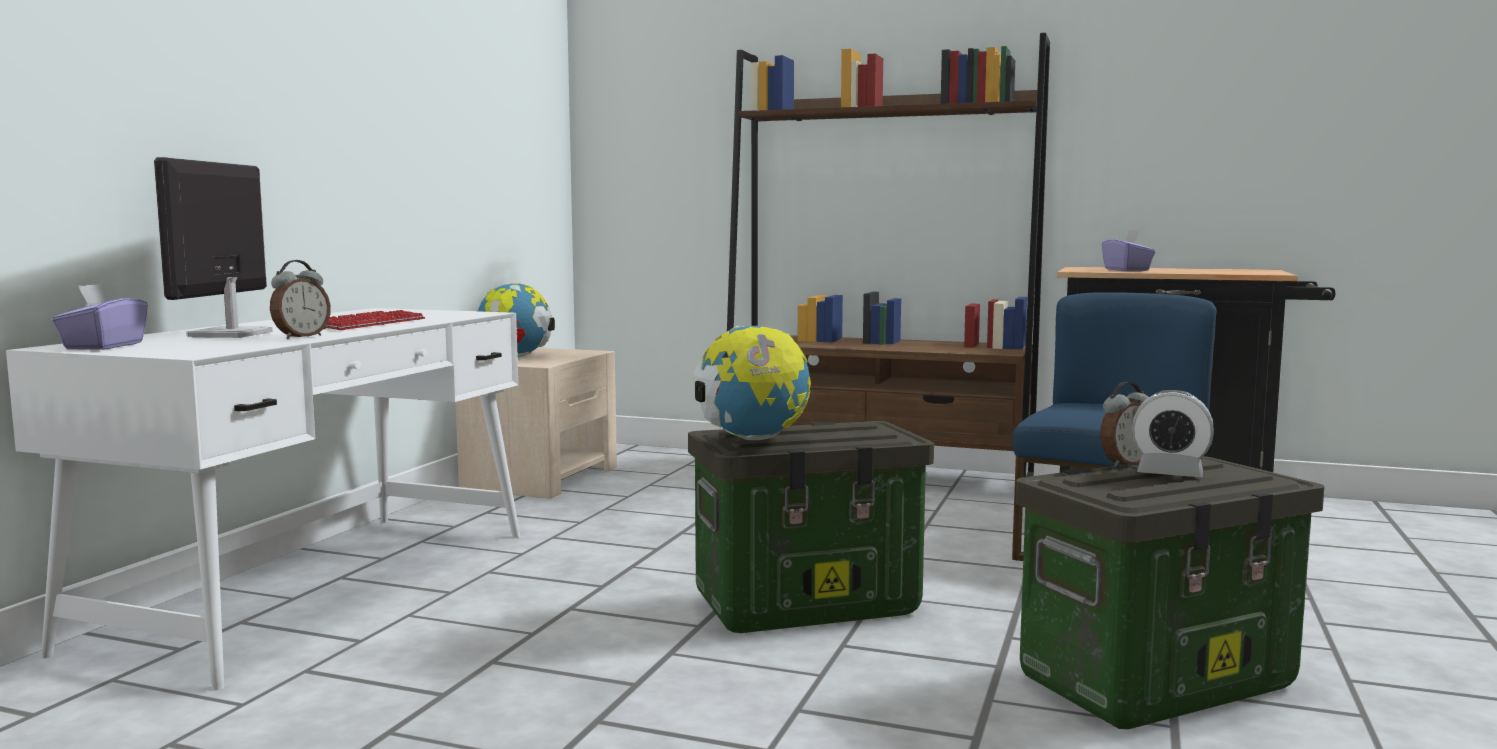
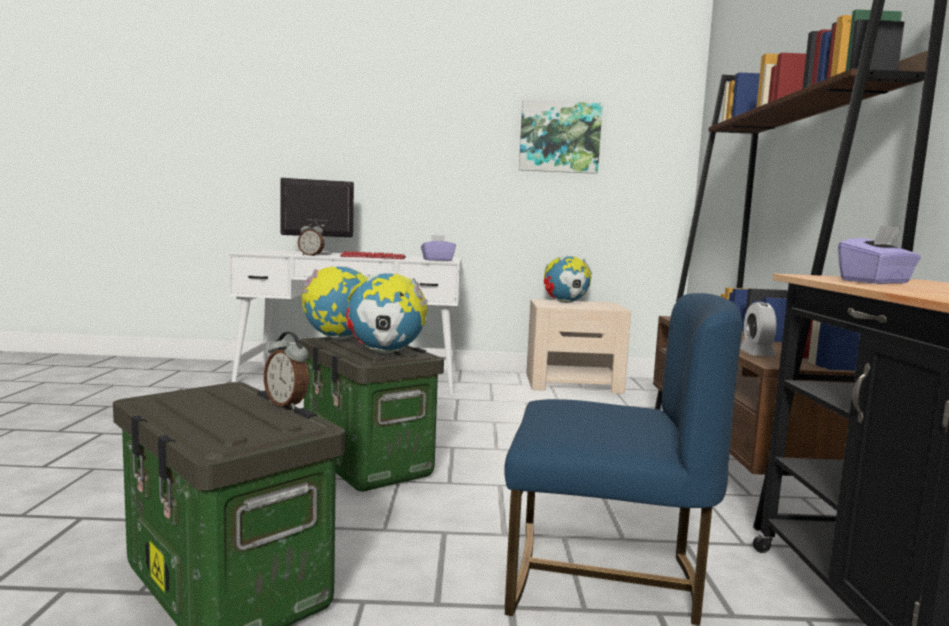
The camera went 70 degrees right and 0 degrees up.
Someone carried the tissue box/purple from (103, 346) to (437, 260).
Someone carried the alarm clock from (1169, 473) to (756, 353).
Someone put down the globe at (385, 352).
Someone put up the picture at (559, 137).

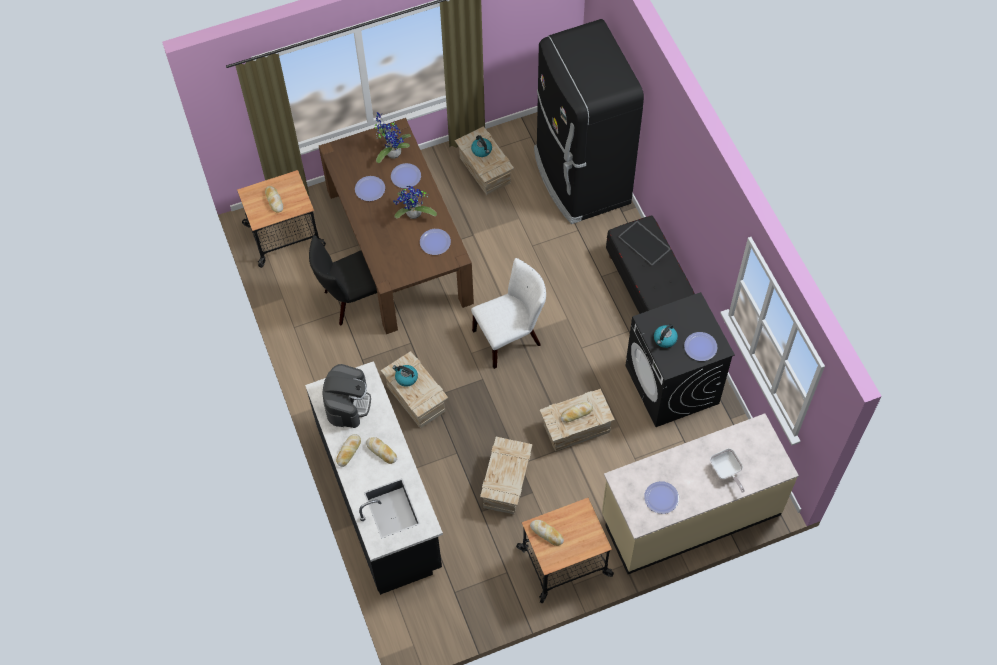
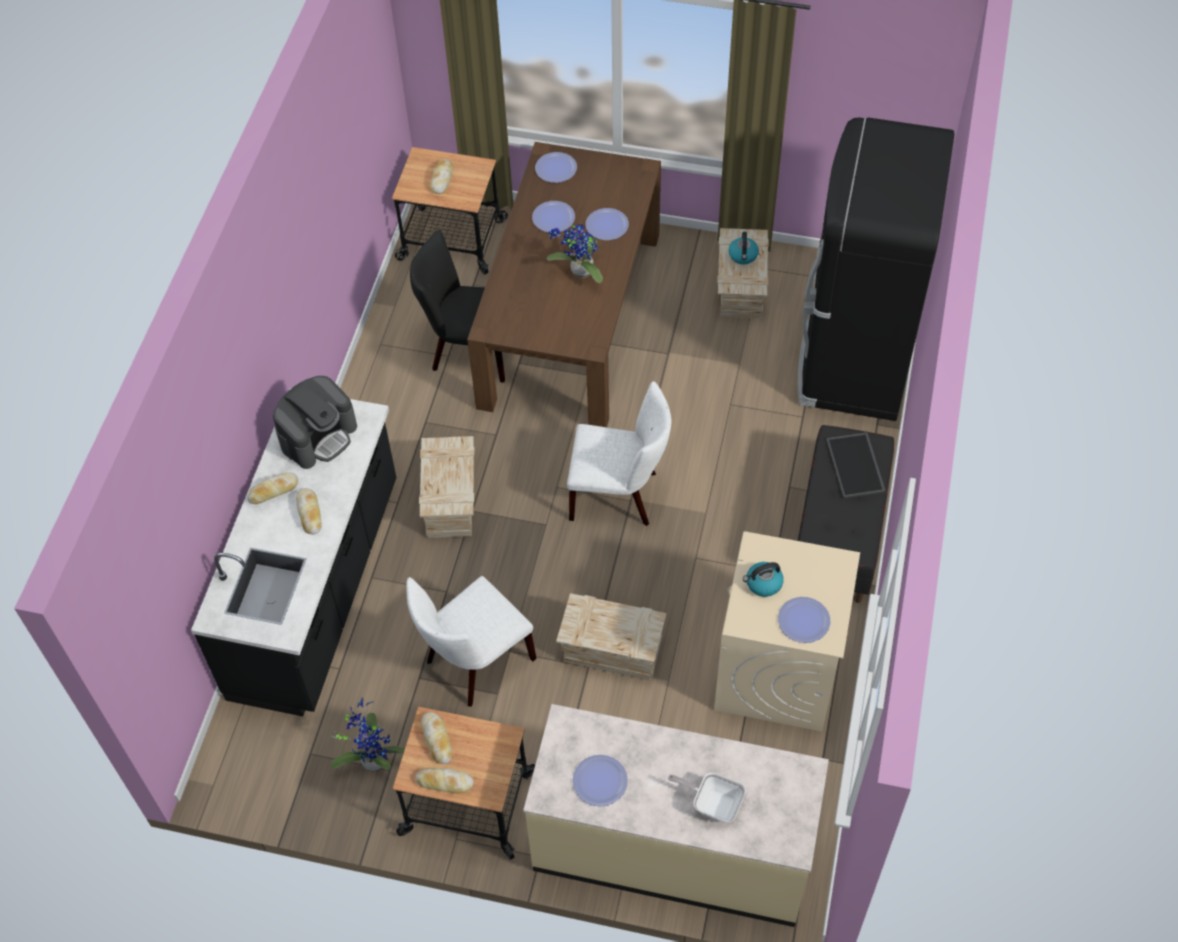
The camera went 35 degrees right and 5 degrees down.
Someone carried the potted plant from (391, 152) to (372, 758).
Someone took away the kettle at (406, 378).
Someone carried the plate from (435, 242) to (556, 168).
Someone swapped the crate at (506, 483) for the chair/white at (474, 663).
Someone carried the bread from (576, 413) to (444, 782).
Someone repainted the washing machine/black at (672, 385), which became the washing machine/beige at (777, 671).
Someone rotated the frying pan at (726, 472) by 105 degrees clockwise.

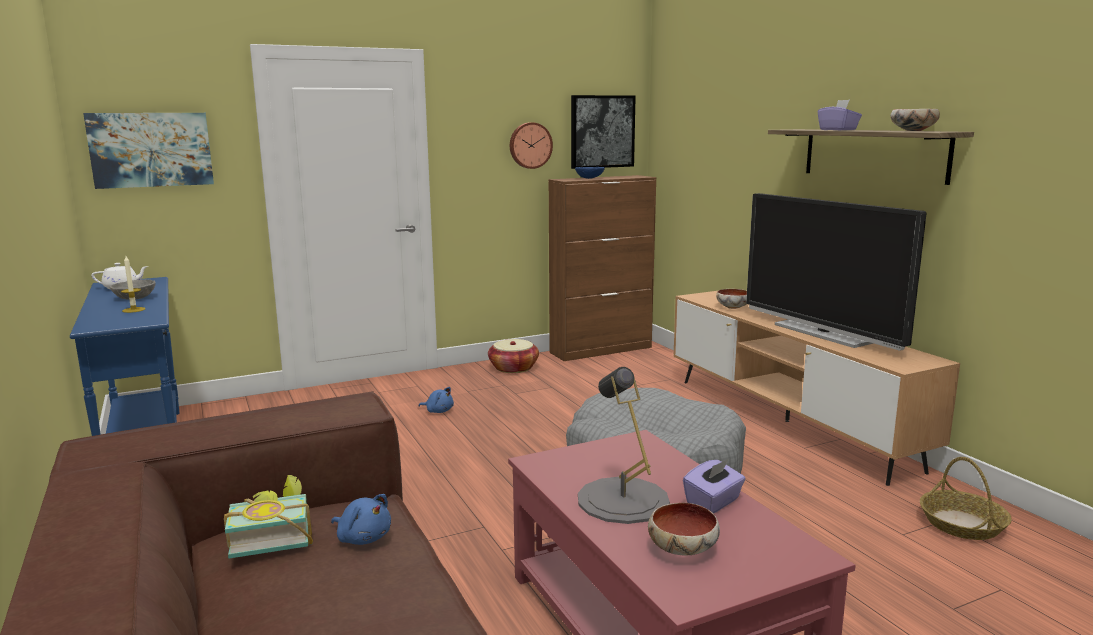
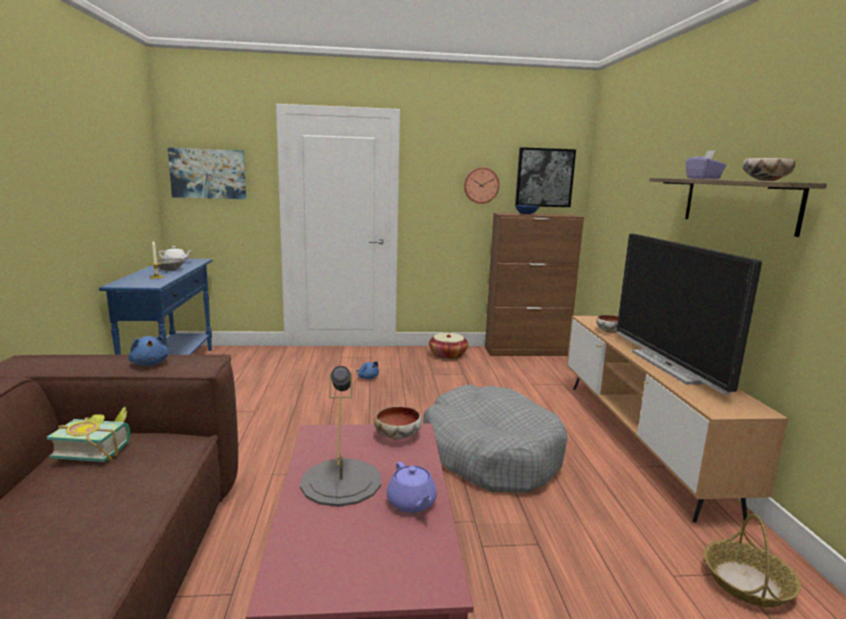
The camera went 20 degrees right and 0 degrees up.
Someone carried the plush toy/blue from (363, 538) to (150, 363).
Someone carried the bowl from (682, 548) to (398, 435).
Someone swapped the tissue box/purple at (713, 502) for the teapot/purple at (412, 503).

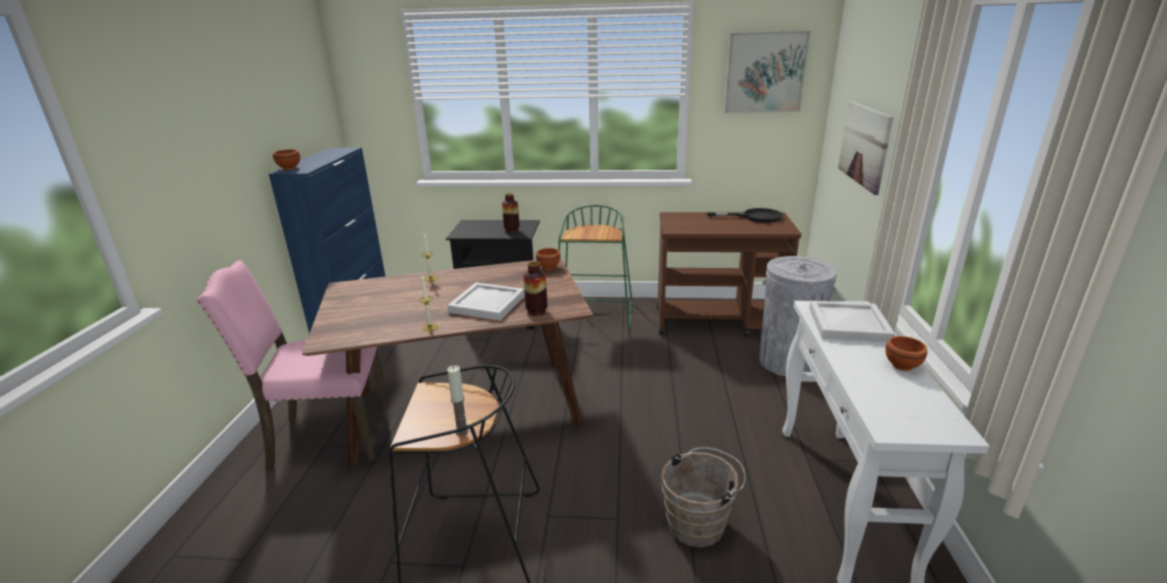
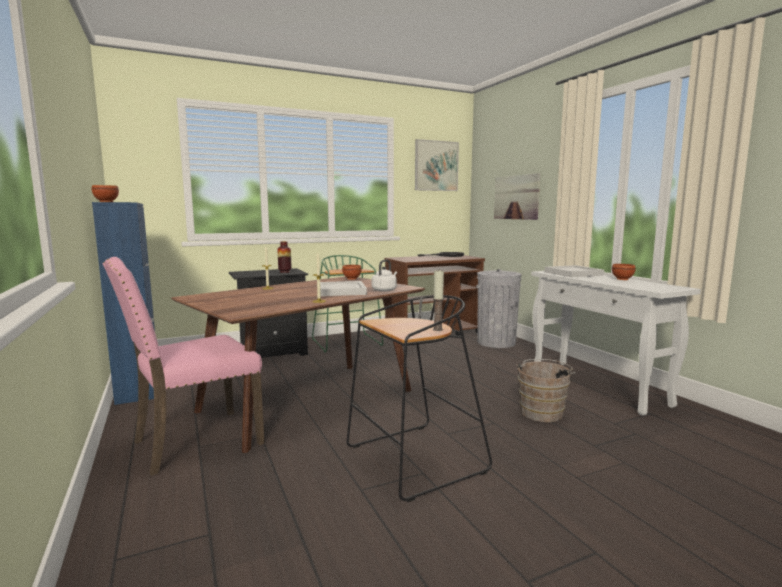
The camera went 30 degrees left and 15 degrees down.
Someone swapped the vase at (536, 311) for the kettle/white at (385, 290).

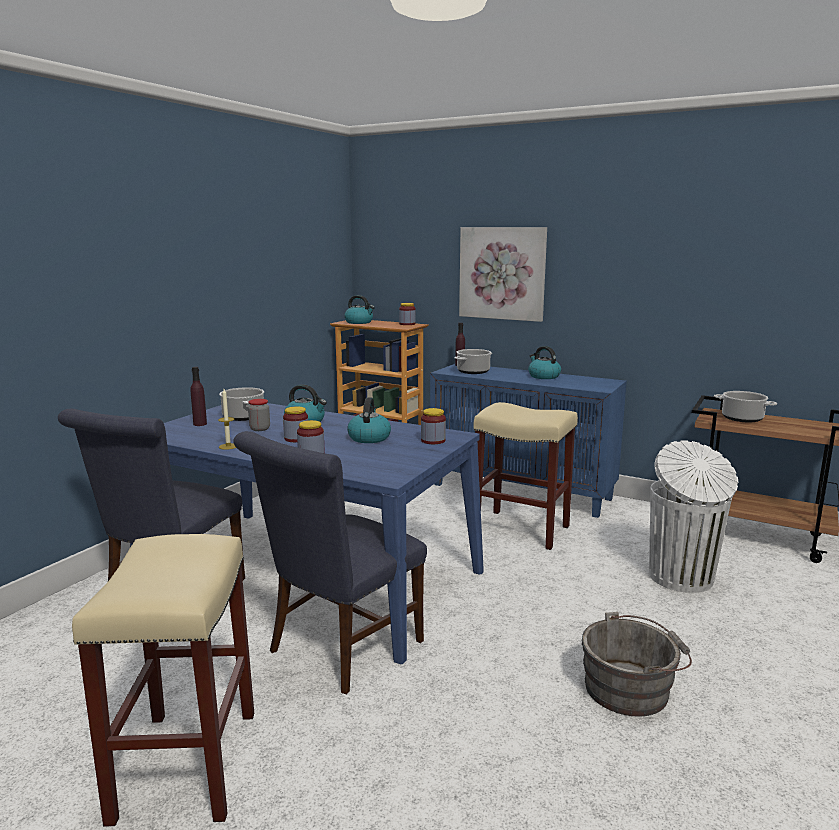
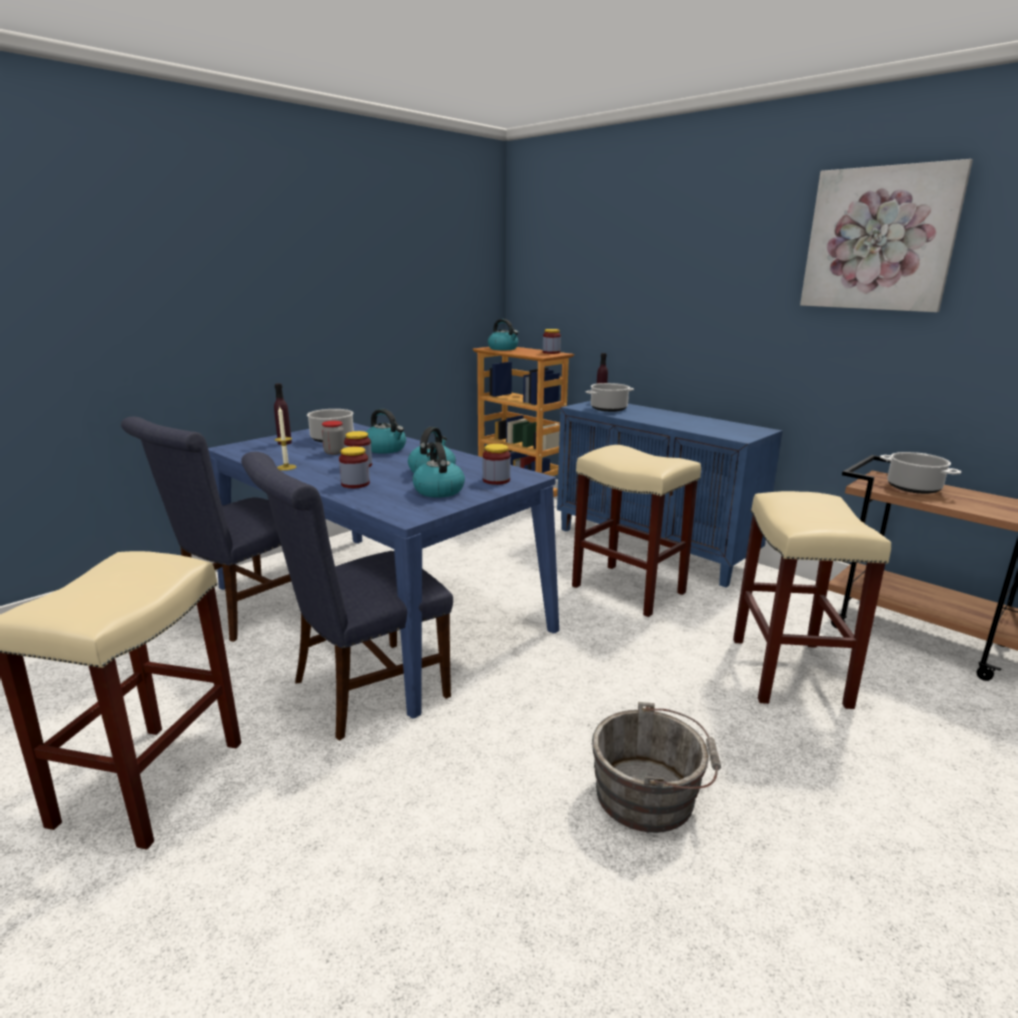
The camera went 15 degrees right and 5 degrees up.
Someone carried the picture from (502, 273) to (880, 239).
Someone carried the kettle from (543, 376) to (438, 490).
Someone swapped the trash can/white at (682, 578) for the stool/beige at (790, 673).

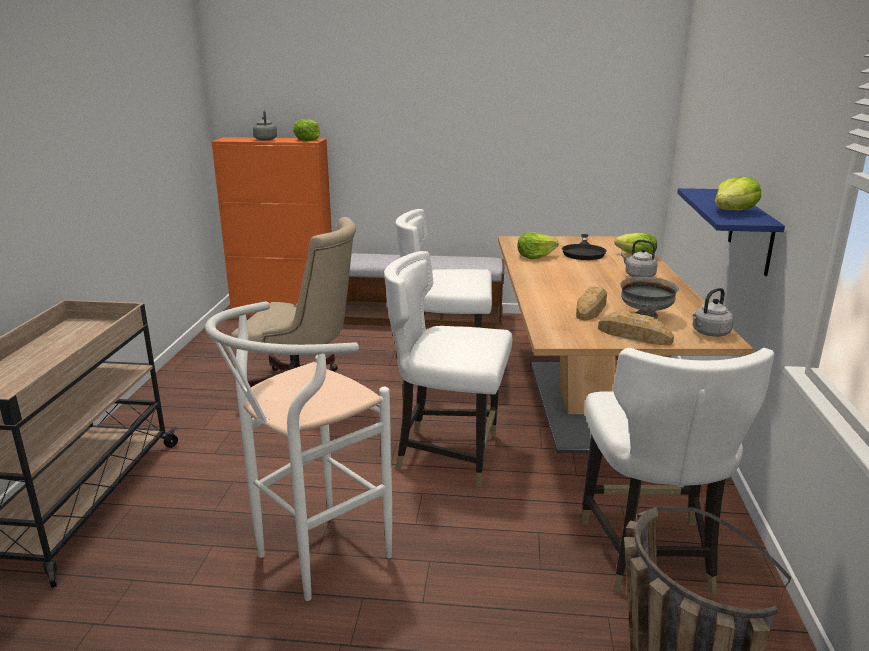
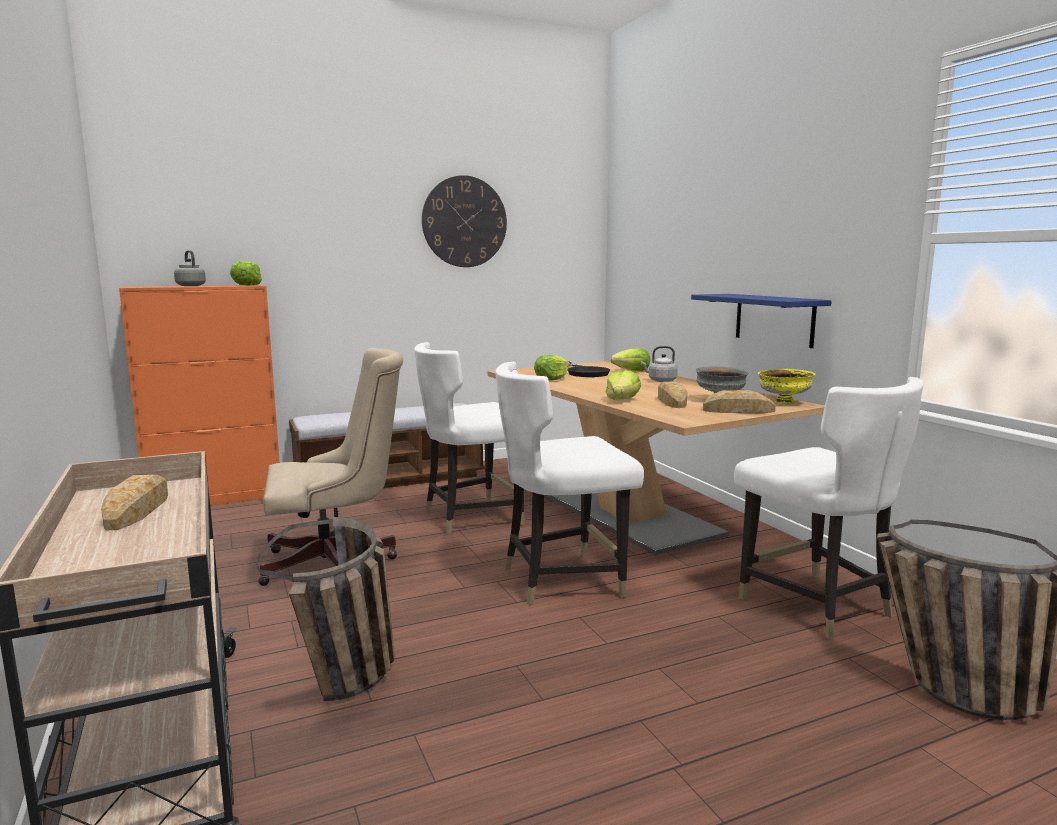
The camera went 30 degrees left and 10 degrees down.
Someone took away the stool/white at (311, 560).
Someone swapped the kettle/grey at (709, 333) for the bowl/yellow at (784, 403).
Someone carried the lettuce from (733, 211) to (622, 400).
Someone put down the bread at (136, 510).
Someone put down the basket at (348, 684).
Someone put up the wall clock at (464, 222).

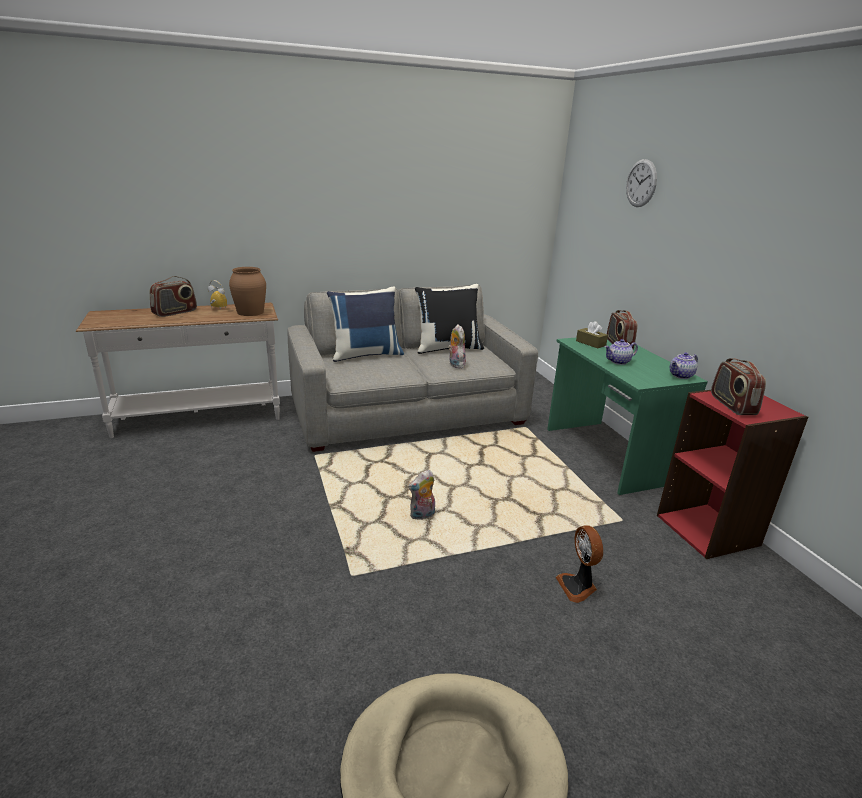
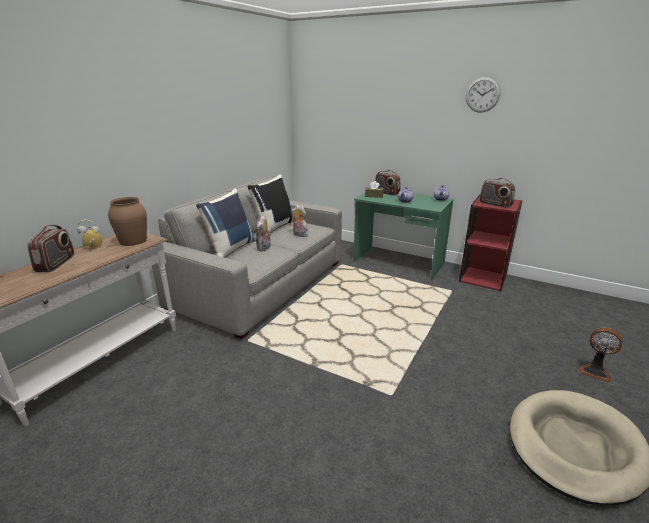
The camera went 40 degrees left and 0 degrees up.
Someone carried the plush toy from (422, 516) to (264, 248).
Someone carried the fan from (578, 587) to (594, 371).
Someone carried the wall clock from (641, 183) to (482, 95).

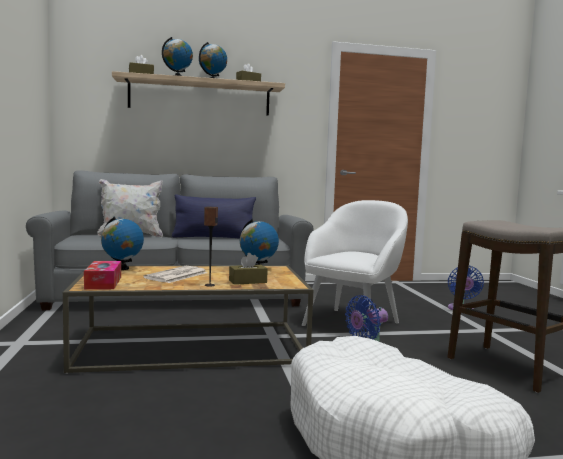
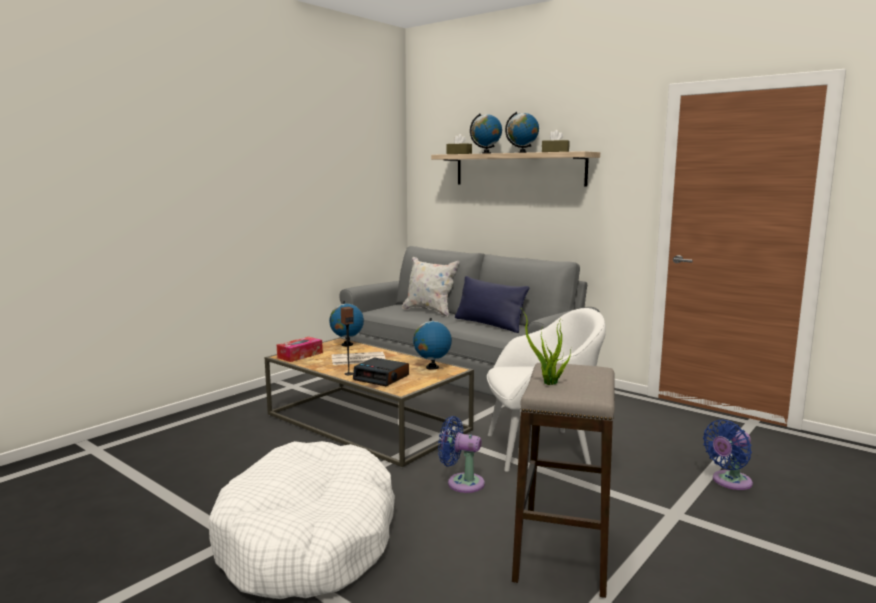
The camera went 50 degrees right and 5 degrees up.
Someone swapped the tissue box/brown at (247, 281) for the alarm clock at (382, 377).
Someone put down the potted plant at (548, 383).

